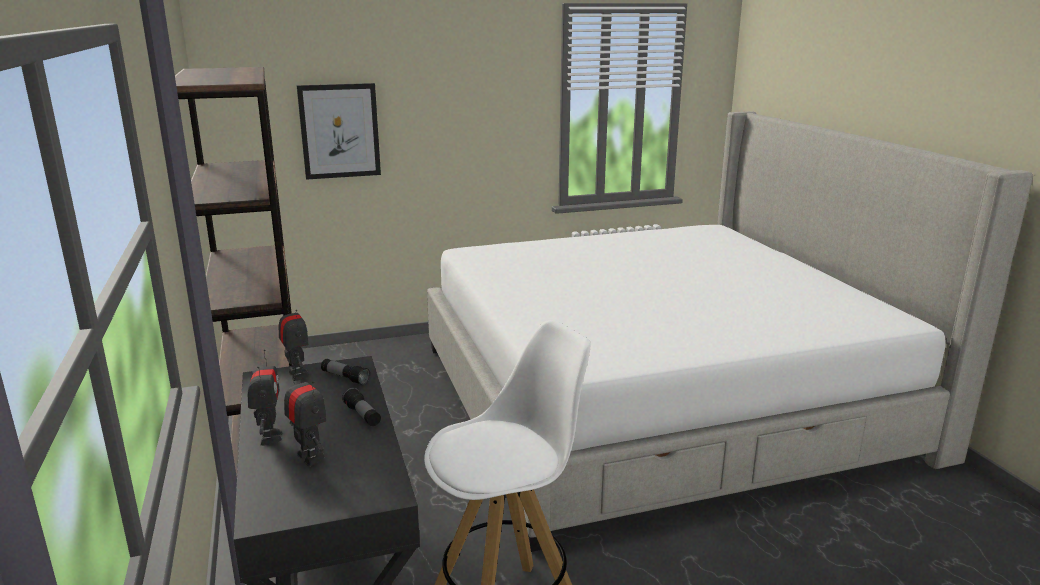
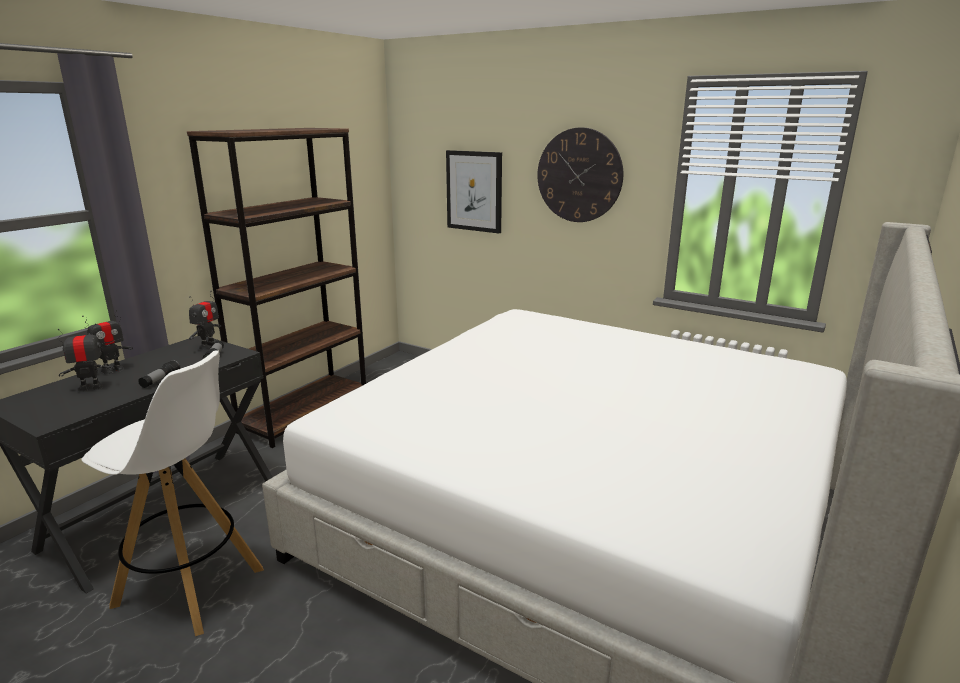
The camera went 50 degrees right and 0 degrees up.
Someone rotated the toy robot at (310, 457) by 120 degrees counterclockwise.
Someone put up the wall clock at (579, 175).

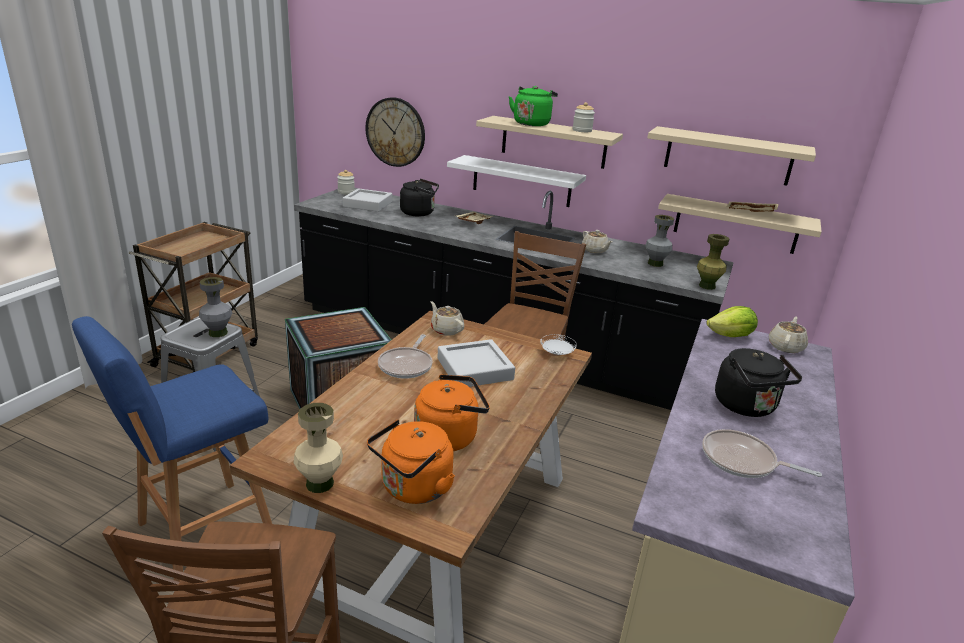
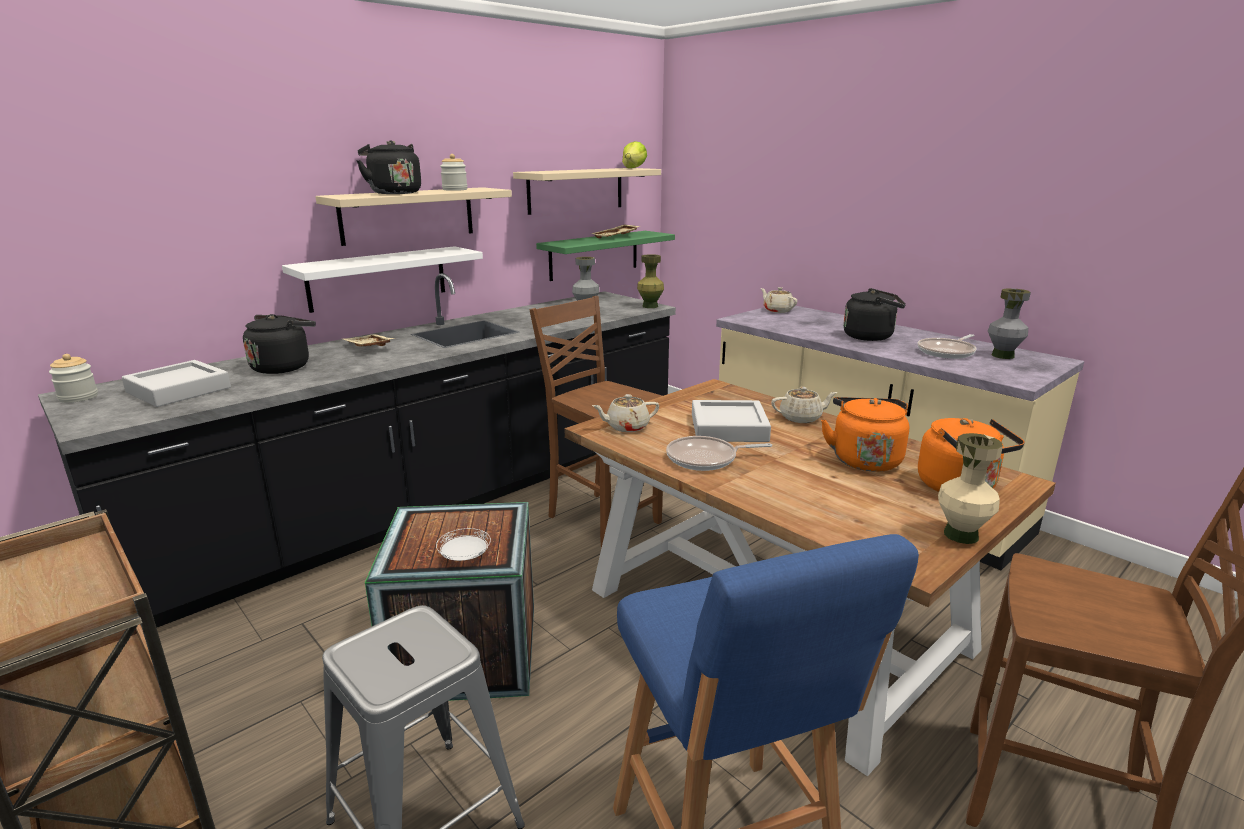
The camera went 65 degrees left and 5 degrees down.
Someone carried the vase/grey from (218, 333) to (1002, 356).
Someone took away the wall clock at (395, 132).
Someone rotated the frying pan at (406, 365) by 135 degrees clockwise.
Someone repainted the kettle/green at (532, 123), which became the kettle/black at (393, 193).
Someone carried the plate/white from (557, 353) to (464, 557).
Someone carried the teapot/beige from (595, 250) to (801, 418).
Someone repainted the shelf/beige at (736, 224), which became the shelf/green at (594, 255).
Someone carried the lettuce from (731, 336) to (634, 168).

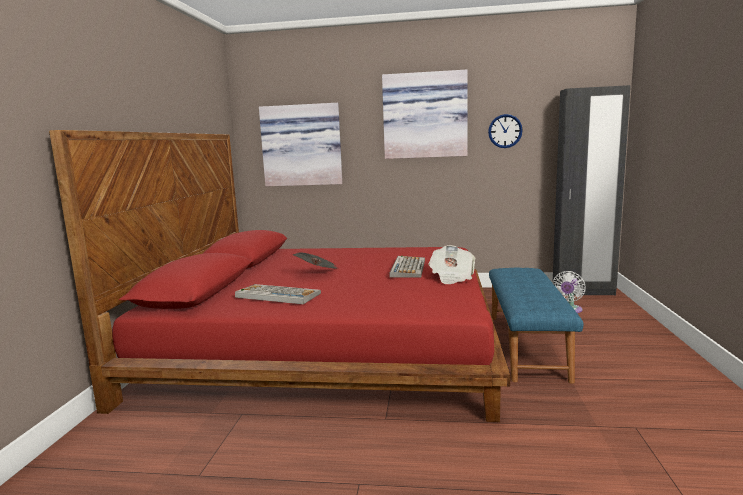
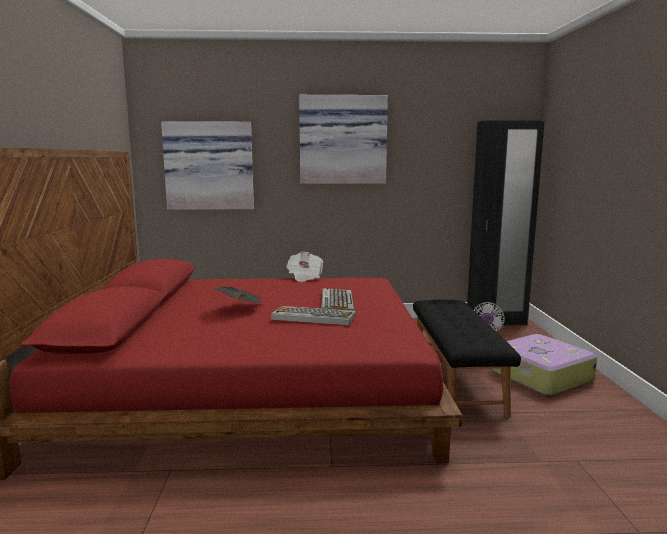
The camera went 10 degrees left and 0 degrees up.
Someone carried the keyboard from (277, 295) to (313, 317).
Someone carried the newspaper from (451, 277) to (304, 277).
Someone took away the wall clock at (505, 131).
Someone repainted the bench/blue at (525, 345), which became the bench/black at (454, 379).
Someone put down the suitcase at (539, 375).

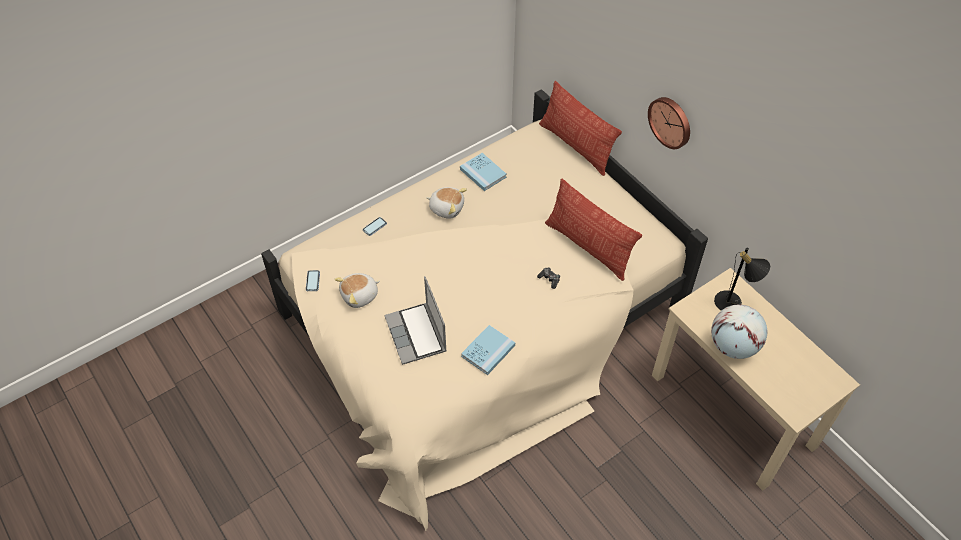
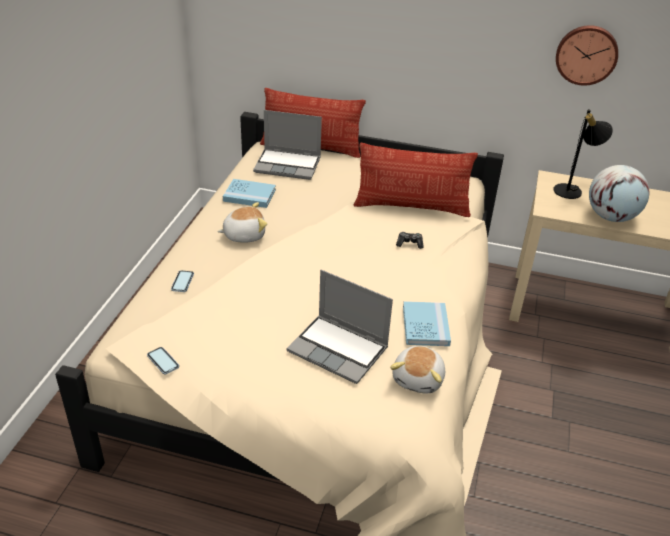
The camera went 40 degrees left and 15 degrees down.
Someone carried the plush toy from (360, 296) to (419, 379).
Someone carried the wall clock from (671, 122) to (586, 54).
Someone put down the laptop at (288, 165).

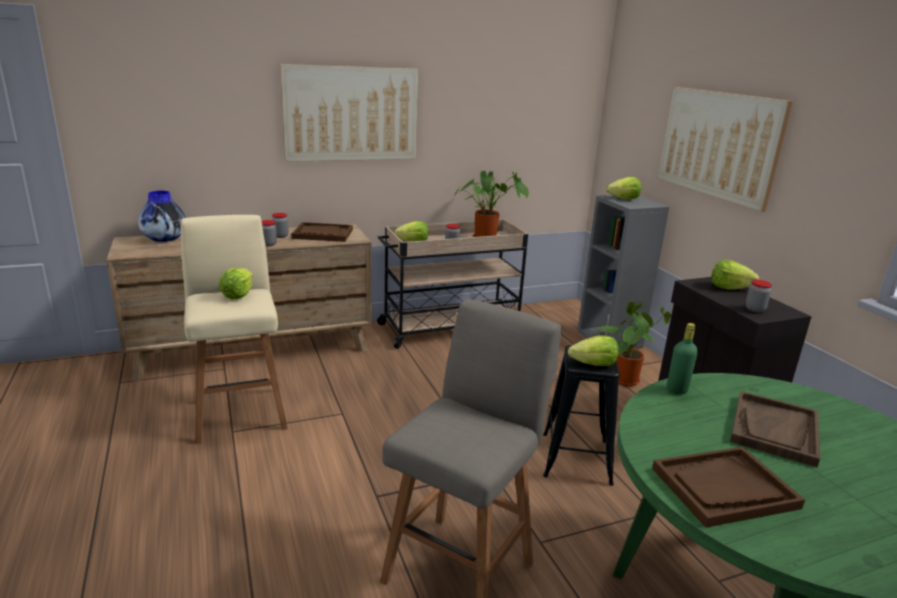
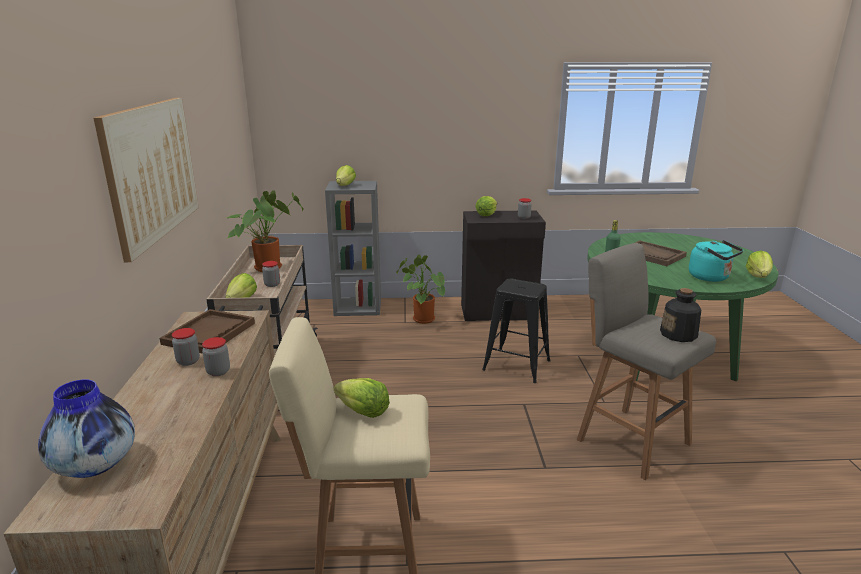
The camera went 70 degrees left and 0 degrees up.
Someone carried the lettuce from (594, 364) to (758, 276).
Someone swapped the tray/brown at (724, 488) for the kettle/turquoise at (711, 277).
Someone took away the picture at (718, 144).
Someone put down the bottle at (678, 334).

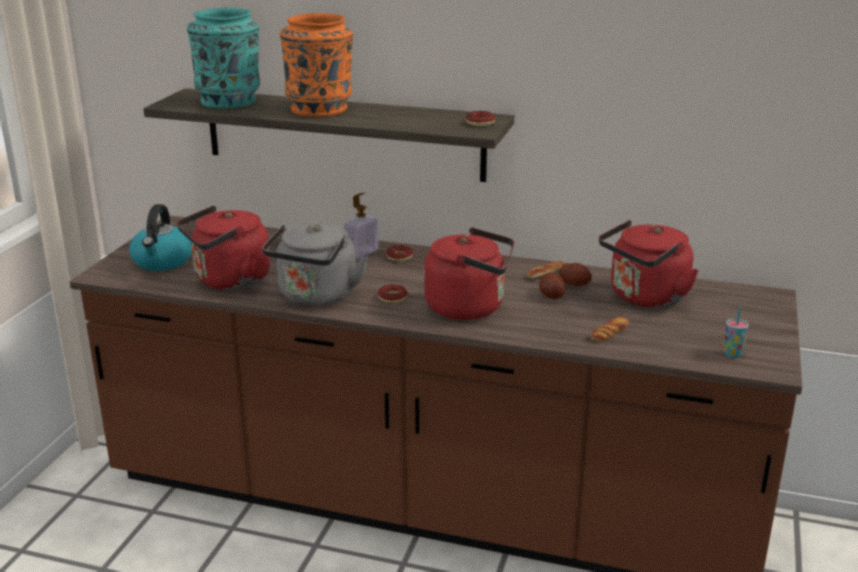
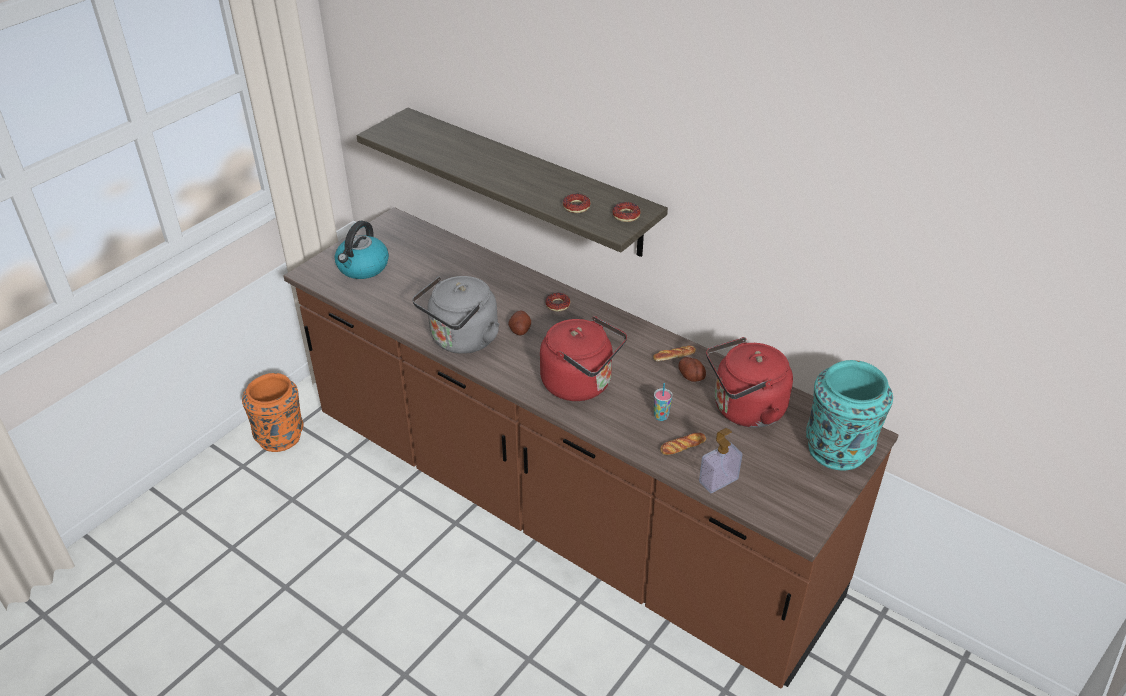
The camera went 20 degrees right and 15 degrees up.
Someone took away the kettle/red at (228, 281).
Someone carried the vase/turquoise from (229, 101) to (838, 448).
Someone carried the vase/orange from (319, 108) to (280, 436).
Someone carried the soap dispenser from (362, 252) to (718, 480).
Someone carried the donut from (392, 297) to (576, 207).
Someone carried the potato from (551, 295) to (520, 330).
Someone carried the cup from (732, 354) to (661, 416).

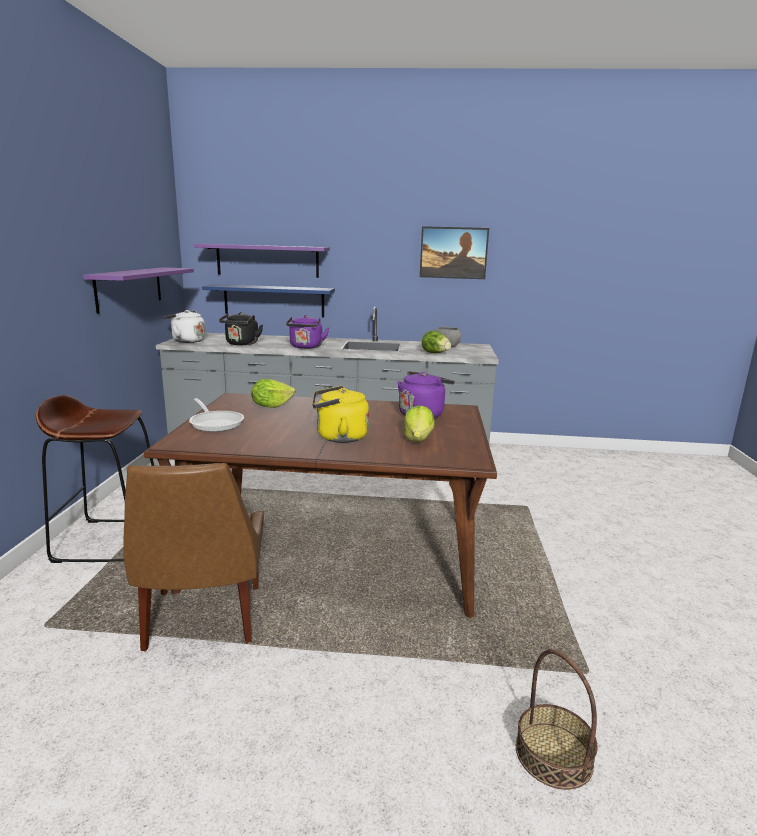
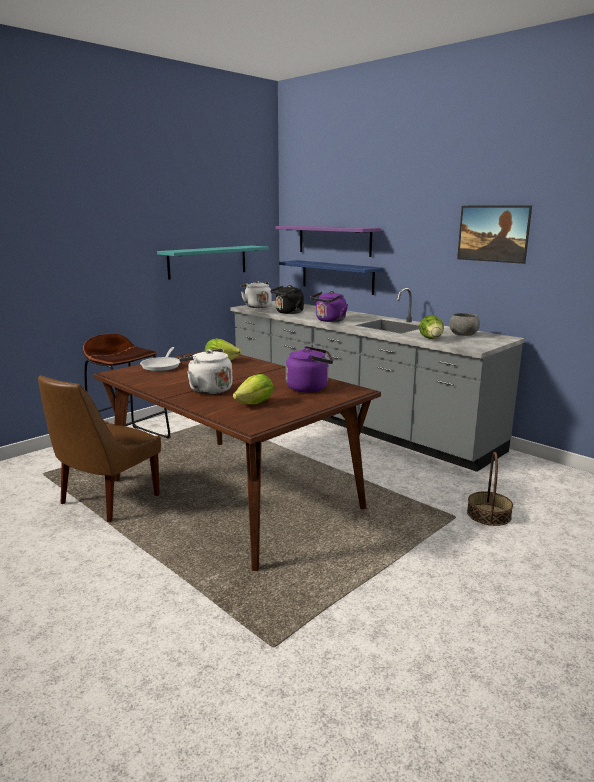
The camera went 40 degrees right and 0 degrees up.
Someone repainted the shelf/purple at (129, 288), which became the shelf/turquoise at (207, 261).
Someone repainted the kettle/yellow at (338, 437), which became the kettle/white at (208, 390).
Someone carried the basket from (553, 754) to (488, 514).

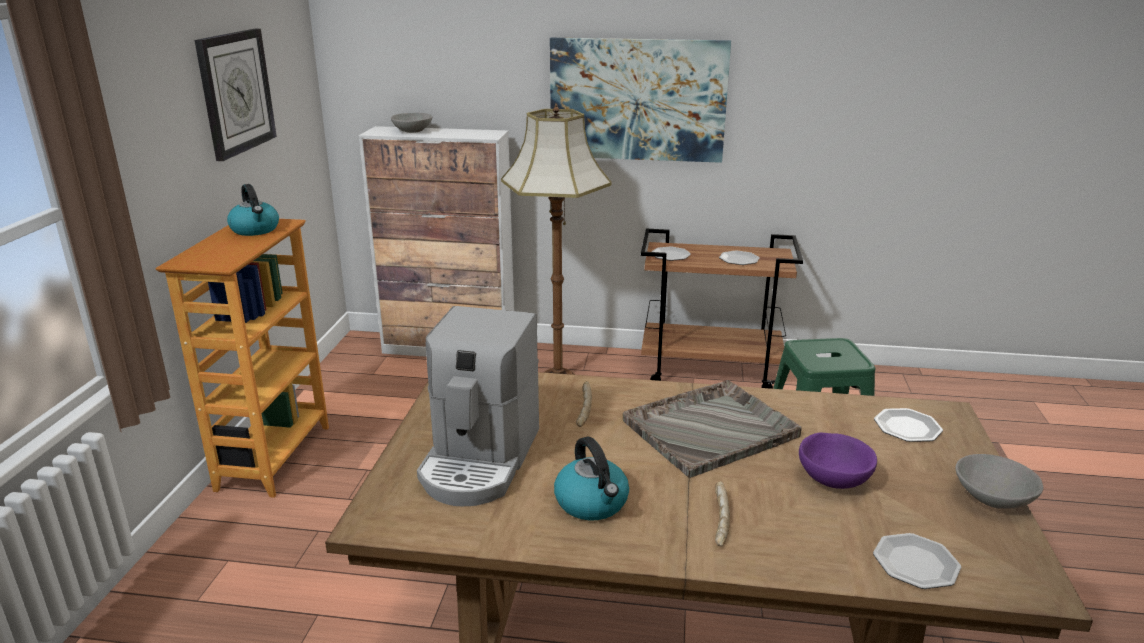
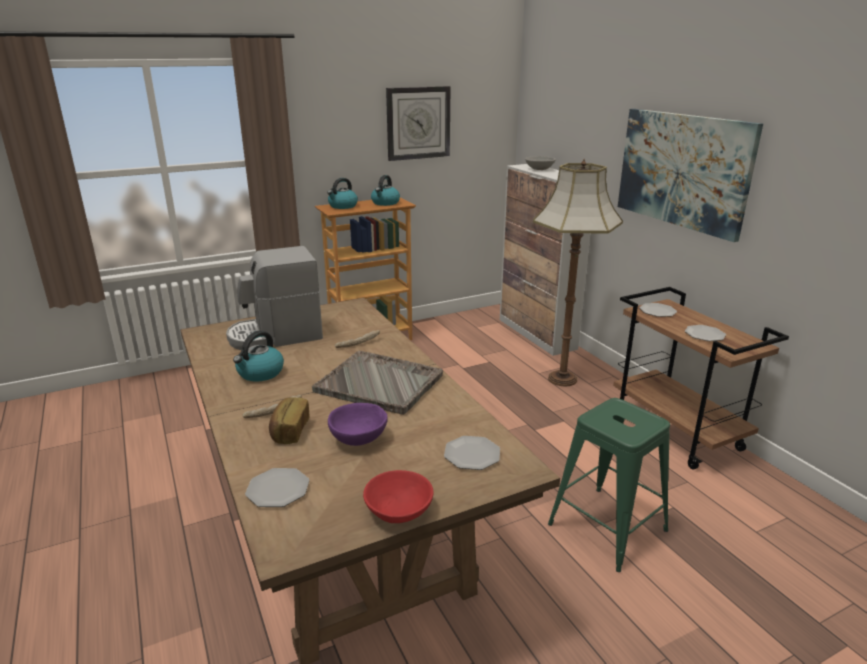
The camera went 55 degrees right and 0 degrees up.
Someone repainted the bowl/grey at (992, 498), which became the bowl/red at (398, 511).
Someone put down the bread at (289, 431).
Someone put down the kettle at (342, 206).

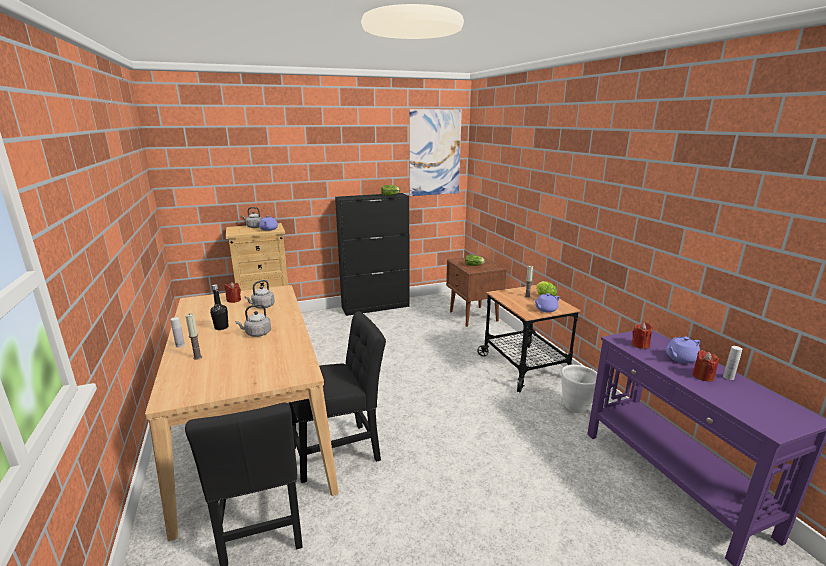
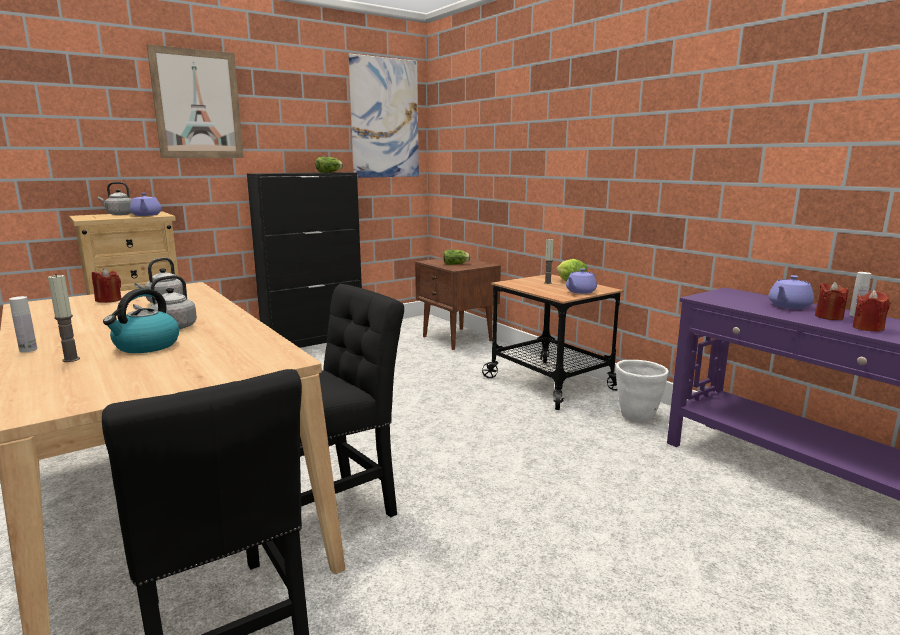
The camera went 15 degrees left and 5 degrees down.
Someone took away the bottle/black at (221, 327).
Someone carried the candle/red from (640, 345) to (868, 328).
Someone put down the kettle at (146, 346).
Someone put up the picture at (197, 104).

